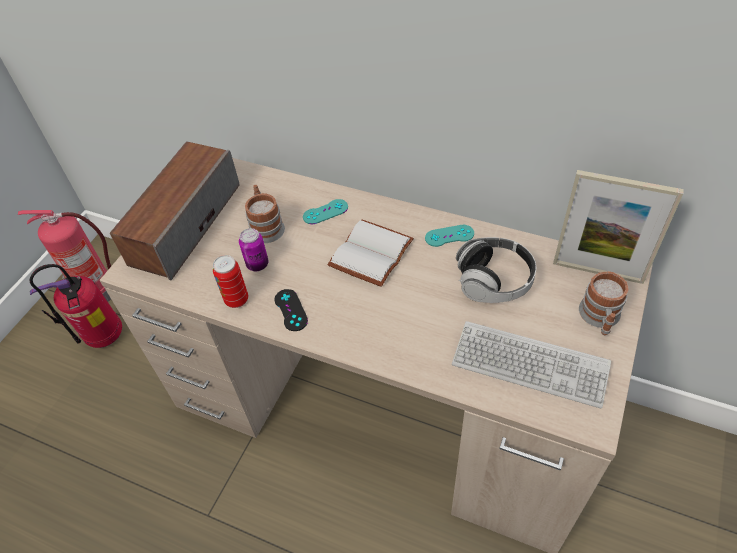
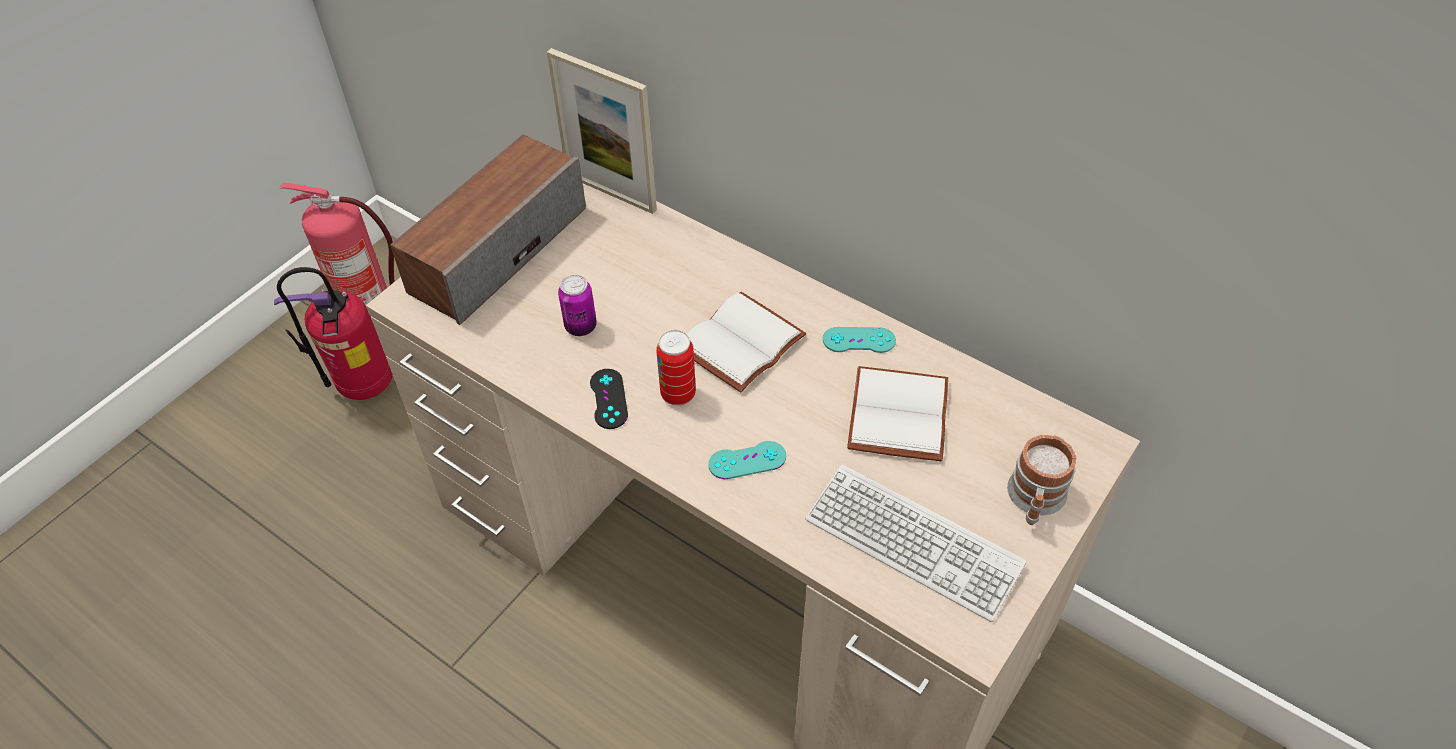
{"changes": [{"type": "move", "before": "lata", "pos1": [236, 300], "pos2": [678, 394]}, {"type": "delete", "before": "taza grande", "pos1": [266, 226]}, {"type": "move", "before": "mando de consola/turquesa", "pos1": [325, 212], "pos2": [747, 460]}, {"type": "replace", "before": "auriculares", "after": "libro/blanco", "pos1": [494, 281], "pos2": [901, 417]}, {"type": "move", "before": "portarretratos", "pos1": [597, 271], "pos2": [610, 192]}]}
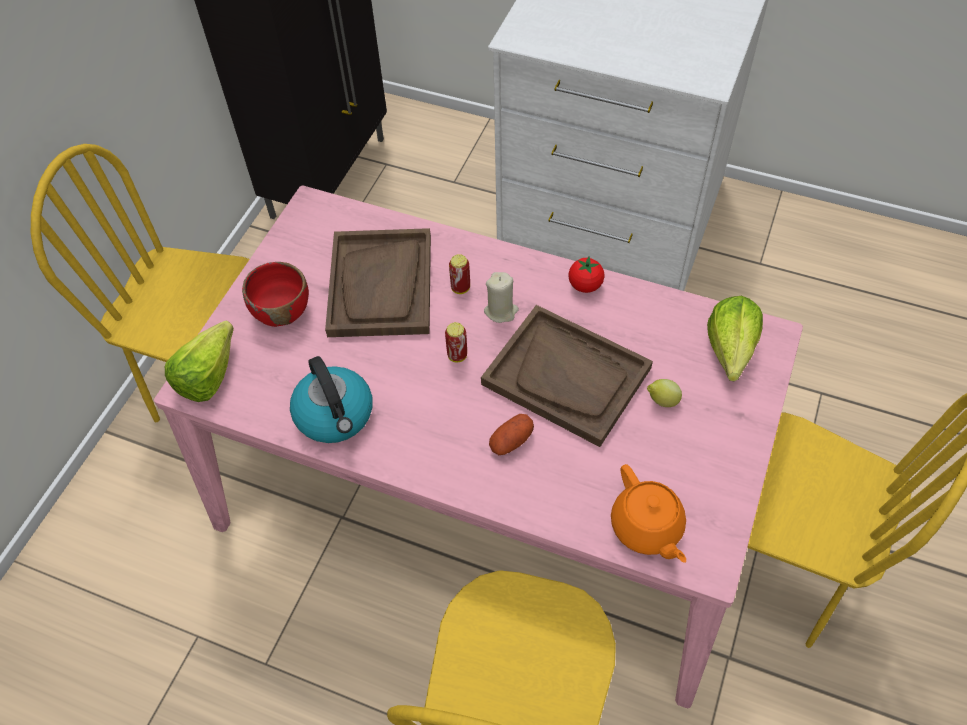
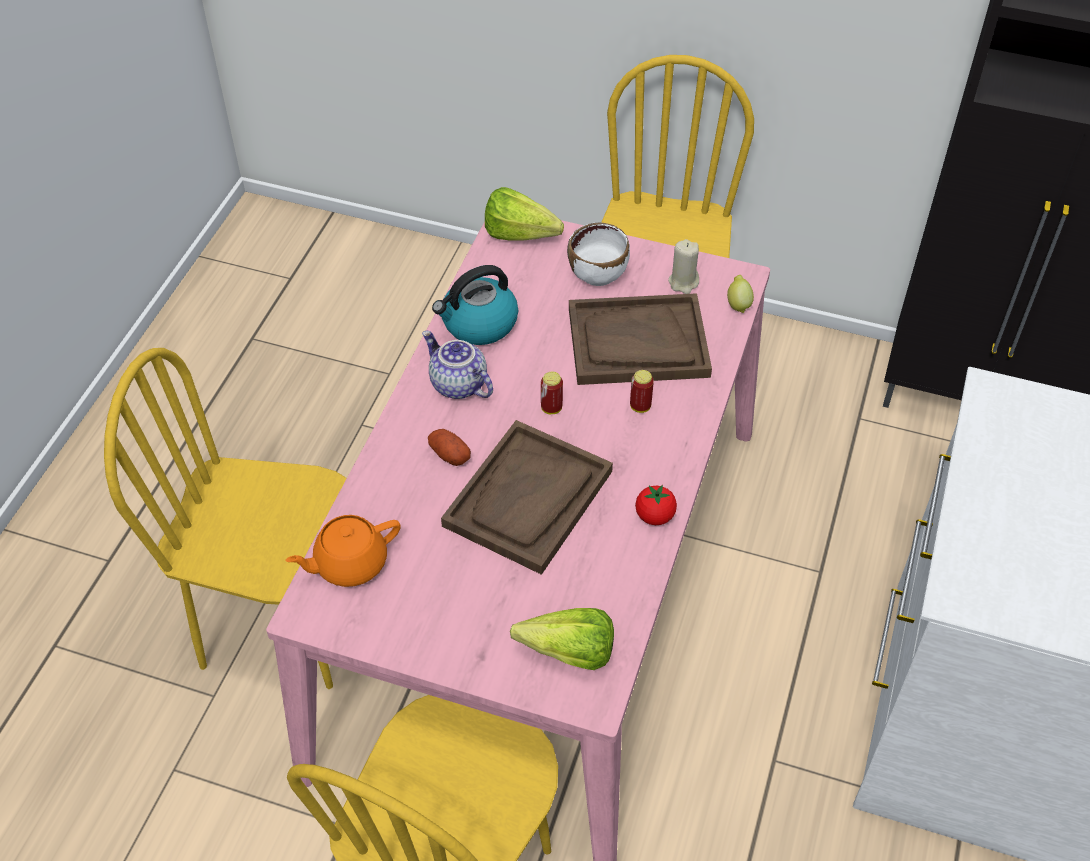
{"changes": [{"type": "recolor", "before": "cuenco/rojo", "after": "cuenco/blanco", "pos1": [282, 311], "pos2": [598, 273]}, {"type": "move", "before": "vela/beis", "pos1": [501, 311], "pos2": [683, 282]}, {"type": "move", "before": "limón", "pos1": [661, 401], "pos2": [738, 304]}, {"type": "insert", "after": "tetera", "pos2": [457, 385]}]}
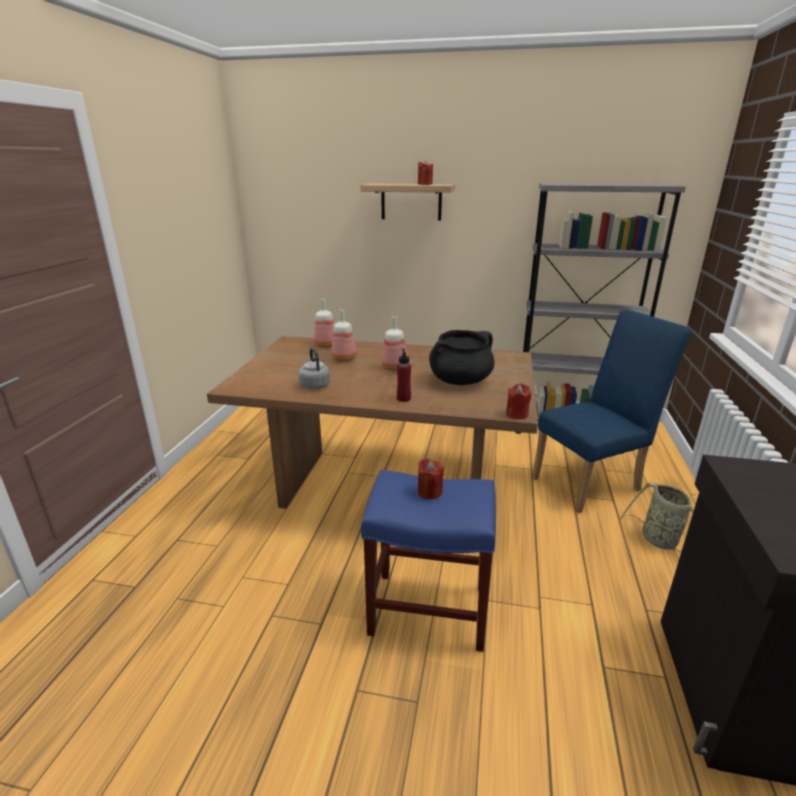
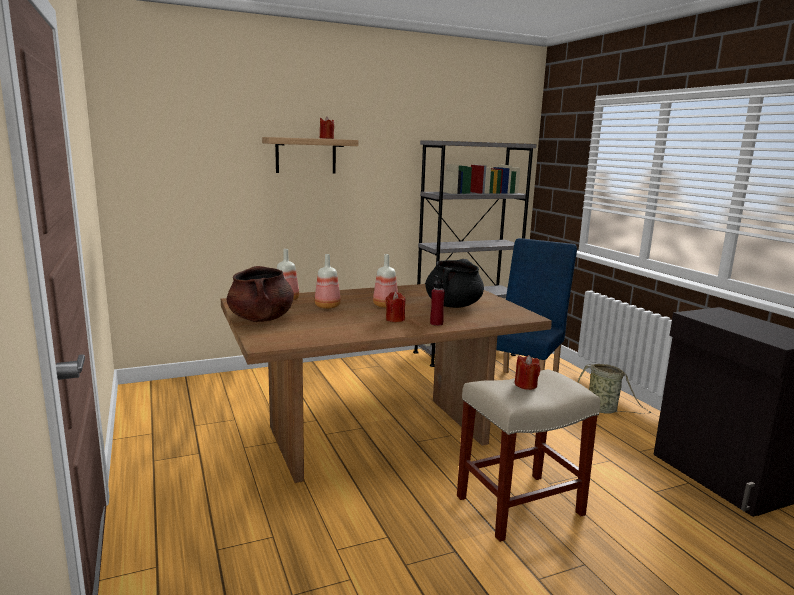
{"changes": [{"type": "delete", "before": "hervidor/gris", "pos1": [314, 385]}, {"type": "recolor", "before": "taburete/azul", "after": "taburete/beis", "pos1": [426, 609], "pos2": [518, 506]}, {"type": "move", "before": "vela/rojo", "pos1": [517, 414], "pos2": [395, 319]}, {"type": "insert", "after": "olla/marrón", "pos2": [261, 319]}]}
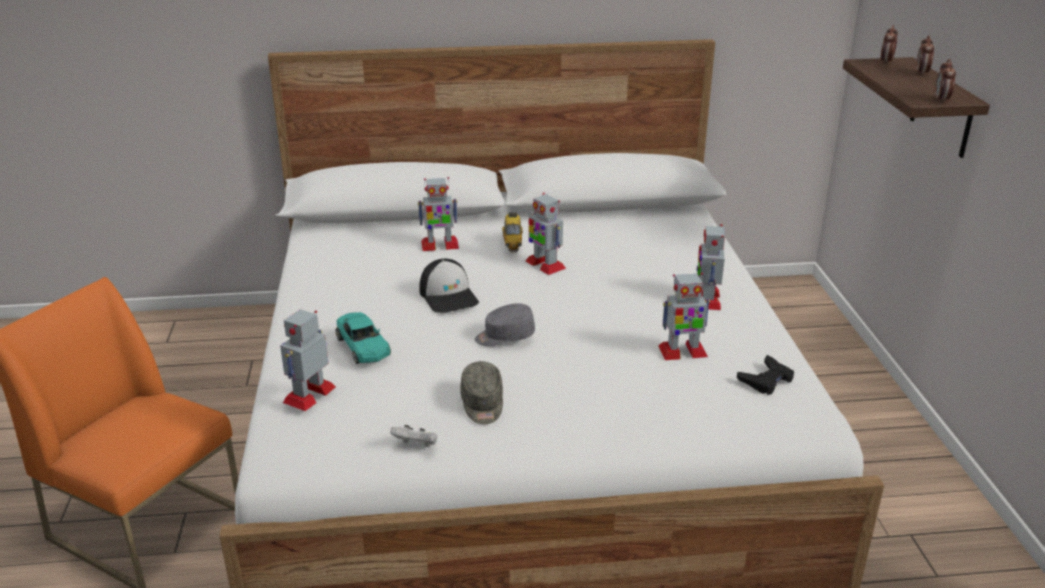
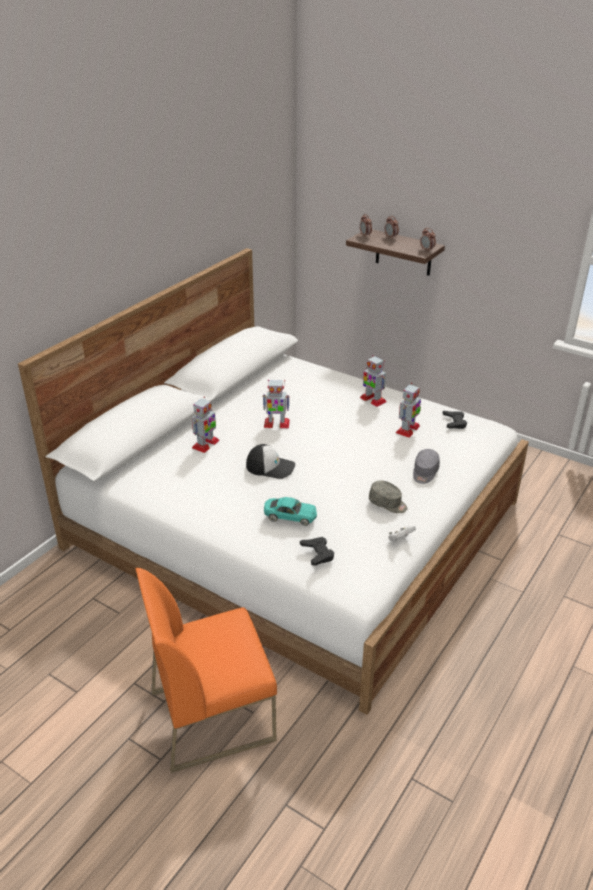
{"changes": [{"type": "replace", "before": "robot de juguete", "after": "mando de consola/negro", "pos1": [309, 394], "pos2": [317, 553]}, {"type": "move", "before": "gorra/gris", "pos1": [504, 336], "pos2": [425, 472]}, {"type": "delete", "before": "coche de juguete", "pos1": [512, 244]}]}
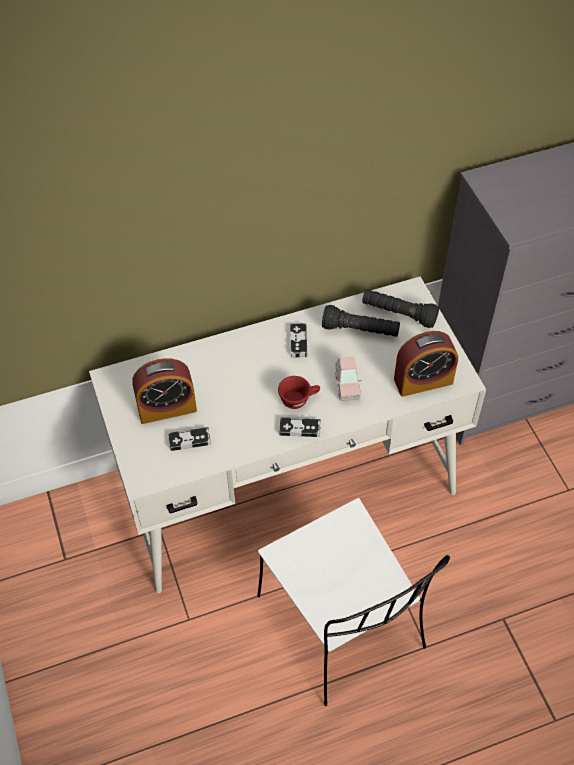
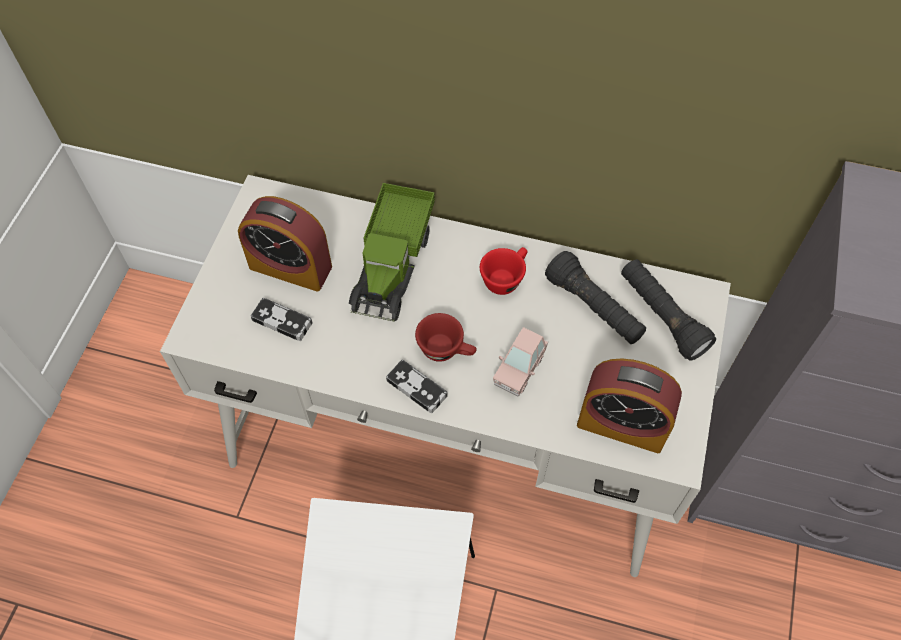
{"changes": [{"type": "replace", "before": "mando de consola", "after": "taza/rojo", "pos1": [298, 342], "pos2": [505, 278]}, {"type": "insert", "after": "camión de juguete", "pos2": [393, 263]}]}
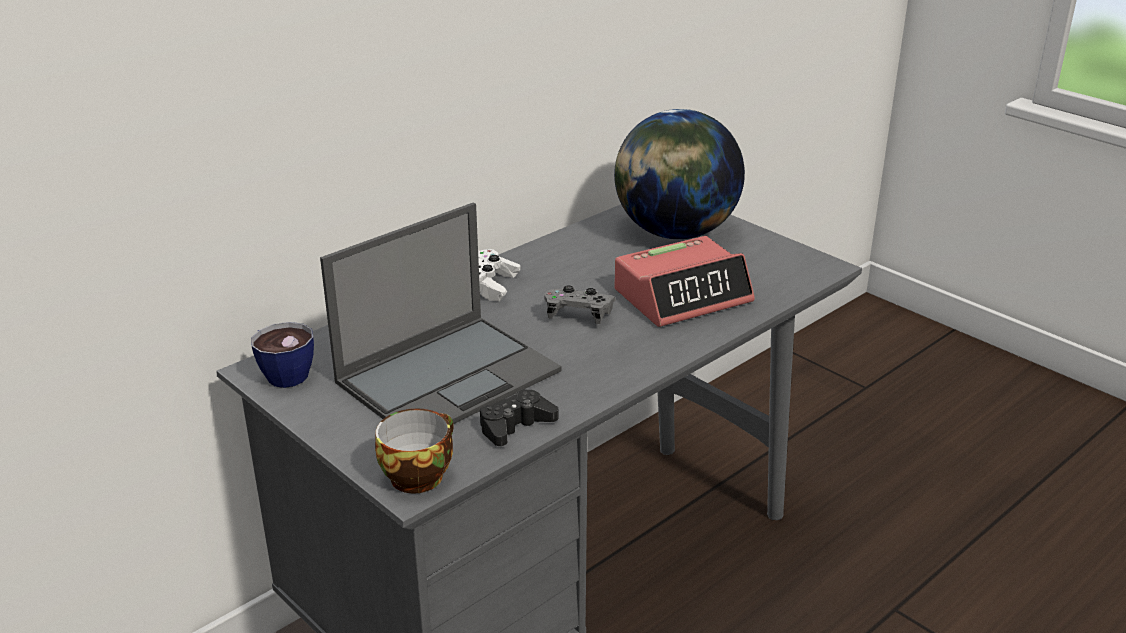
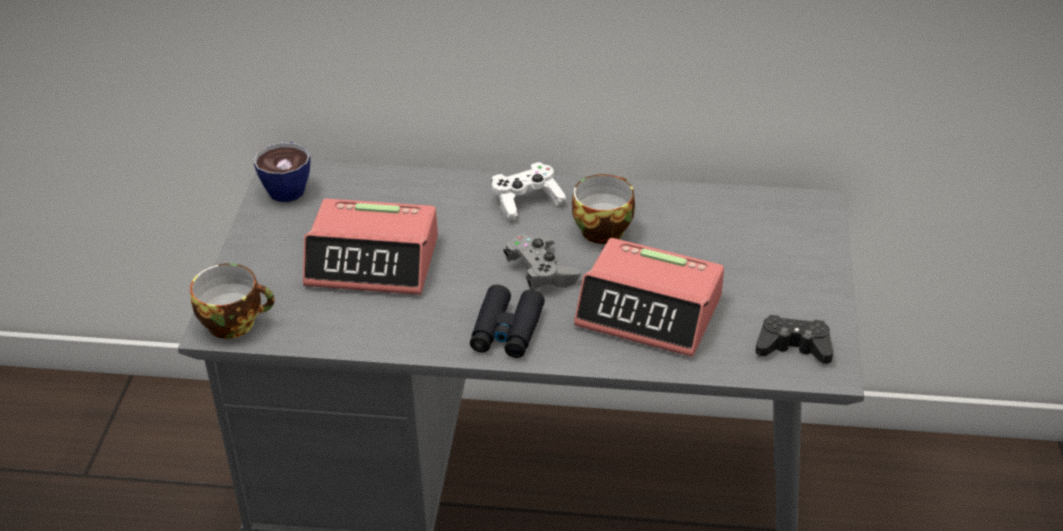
{"changes": [{"type": "replace", "before": "portátil", "after": "despertador", "pos1": [450, 375], "pos2": [373, 261]}, {"type": "move", "before": "mando de consola/negro", "pos1": [515, 426], "pos2": [793, 347]}, {"type": "delete", "before": "globo terráqueo", "pos1": [675, 232]}, {"type": "insert", "after": "prismáticos/negro", "pos2": [506, 330]}, {"type": "insert", "after": "taza", "pos2": [603, 228]}]}
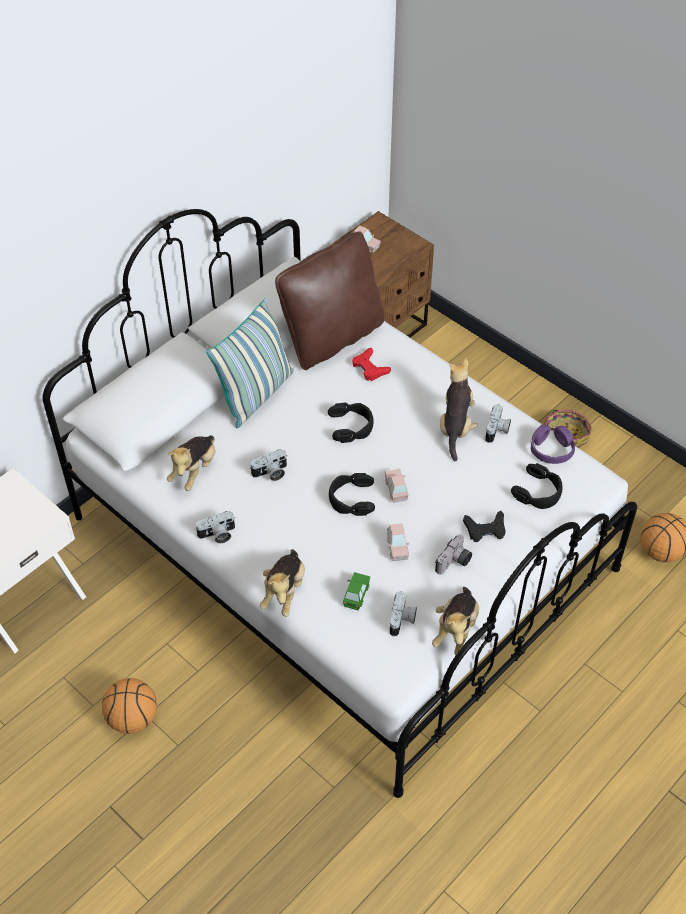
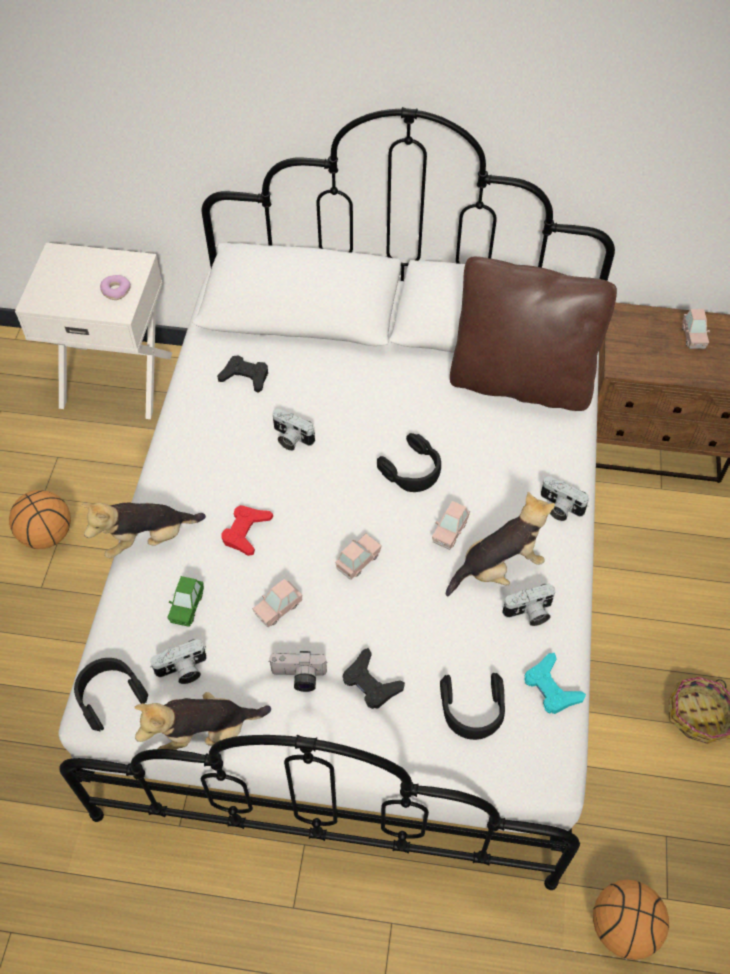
{"changes": [{"type": "replace", "before": "peluche", "after": "mando de consola/negro", "pos1": [194, 470], "pos2": [245, 377]}, {"type": "move", "before": "cámara", "pos1": [217, 535], "pos2": [559, 507]}, {"type": "delete", "before": "cojín", "pos1": [256, 395]}, {"type": "move", "before": "auriculares/negro", "pos1": [351, 499], "pos2": [109, 695]}, {"type": "rotate", "before": "coche de juguete/verde", "pos1": [356, 595], "pos2": [187, 607], "turn": 120}, {"type": "move", "before": "mando de consola/rojo", "pos1": [370, 368], "pos2": [246, 532]}, {"type": "replace", "before": "auriculares/morado", "after": "mando de consola/turquesa", "pos1": [551, 449], "pos2": [551, 688]}, {"type": "insert", "after": "rosquilla", "pos2": [116, 291]}, {"type": "insert", "after": "coche de juguete/rosa", "pos2": [450, 531]}]}
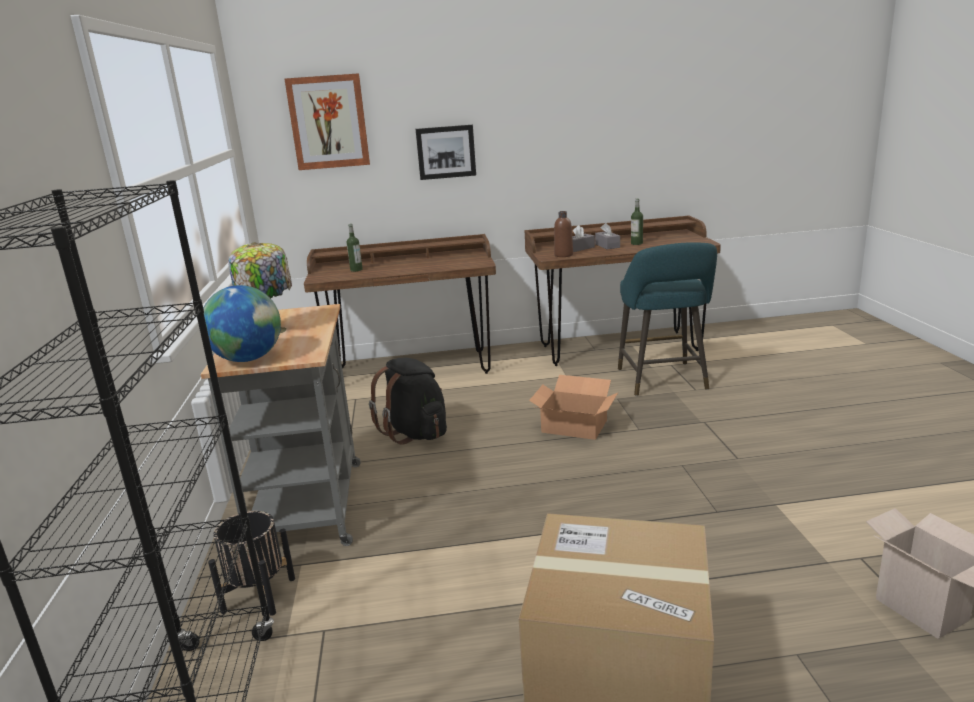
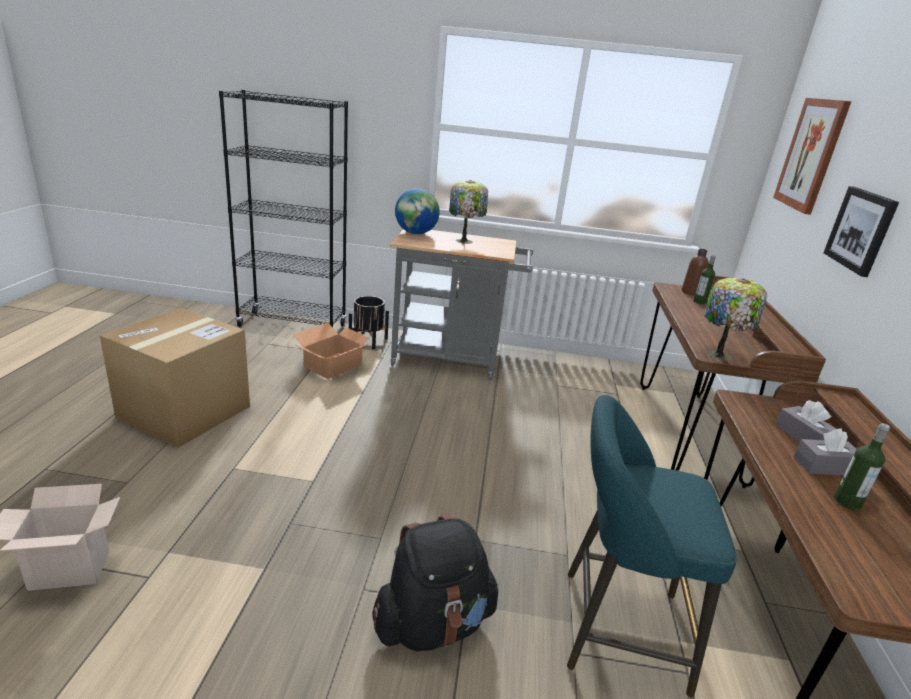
{"changes": [{"type": "move", "before": "mochila/negro", "pos1": [415, 433], "pos2": [433, 624]}, {"type": "move", "before": "caja de cartón", "pos1": [574, 426], "pos2": [334, 365]}, {"type": "move", "before": "botella/marrón", "pos1": [563, 255], "pos2": [690, 292]}, {"type": "insert", "after": "lámpara de mesa", "pos2": [720, 355]}]}
